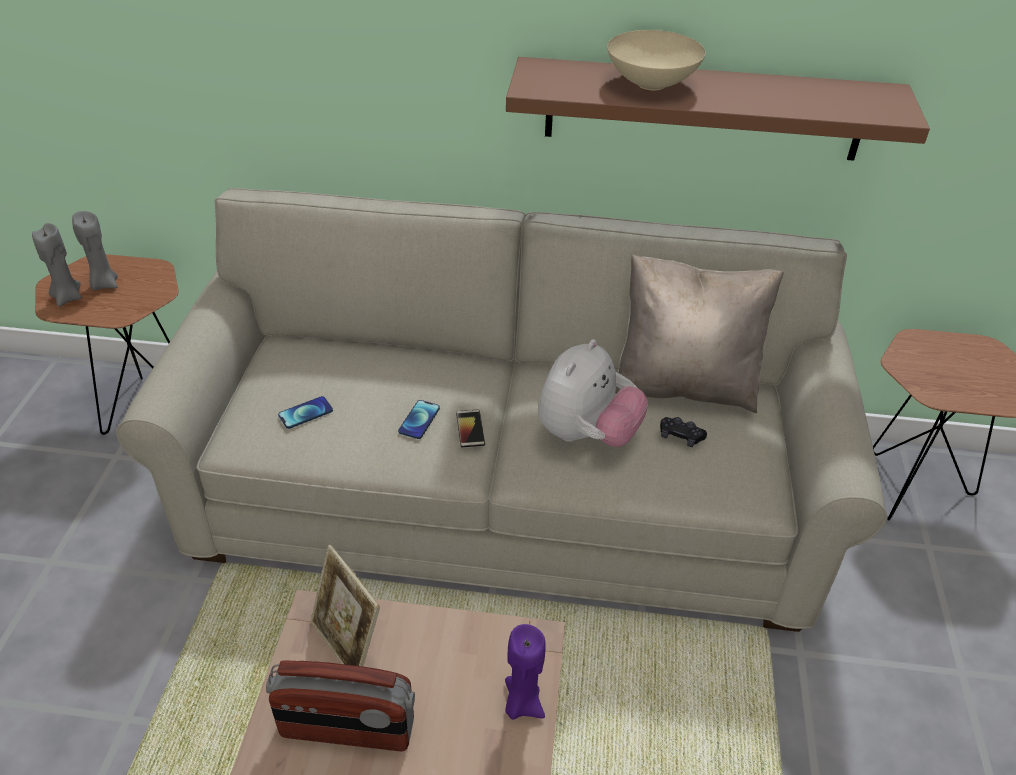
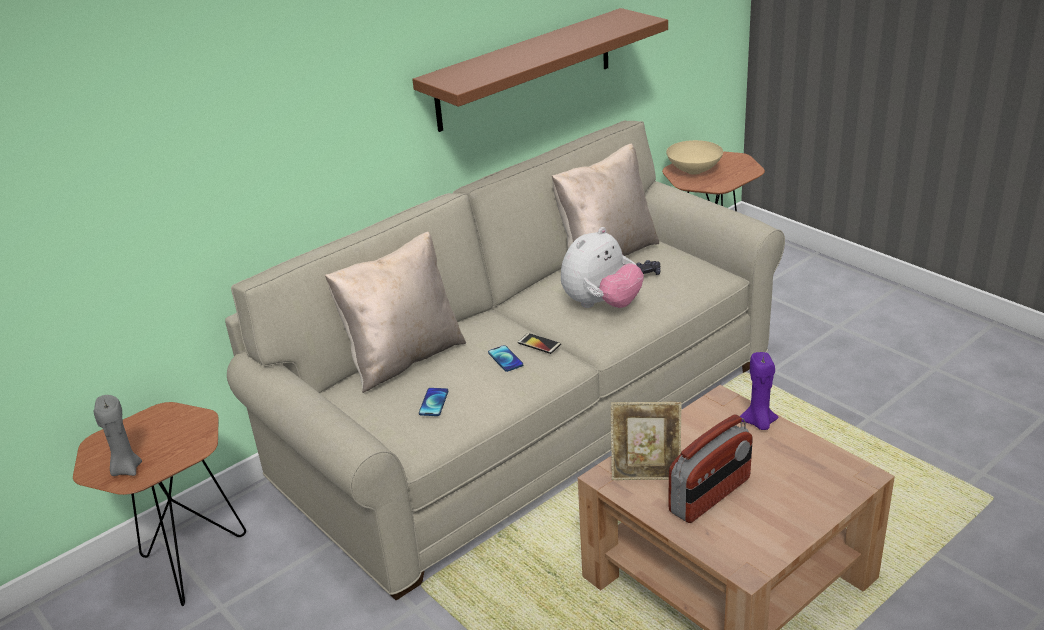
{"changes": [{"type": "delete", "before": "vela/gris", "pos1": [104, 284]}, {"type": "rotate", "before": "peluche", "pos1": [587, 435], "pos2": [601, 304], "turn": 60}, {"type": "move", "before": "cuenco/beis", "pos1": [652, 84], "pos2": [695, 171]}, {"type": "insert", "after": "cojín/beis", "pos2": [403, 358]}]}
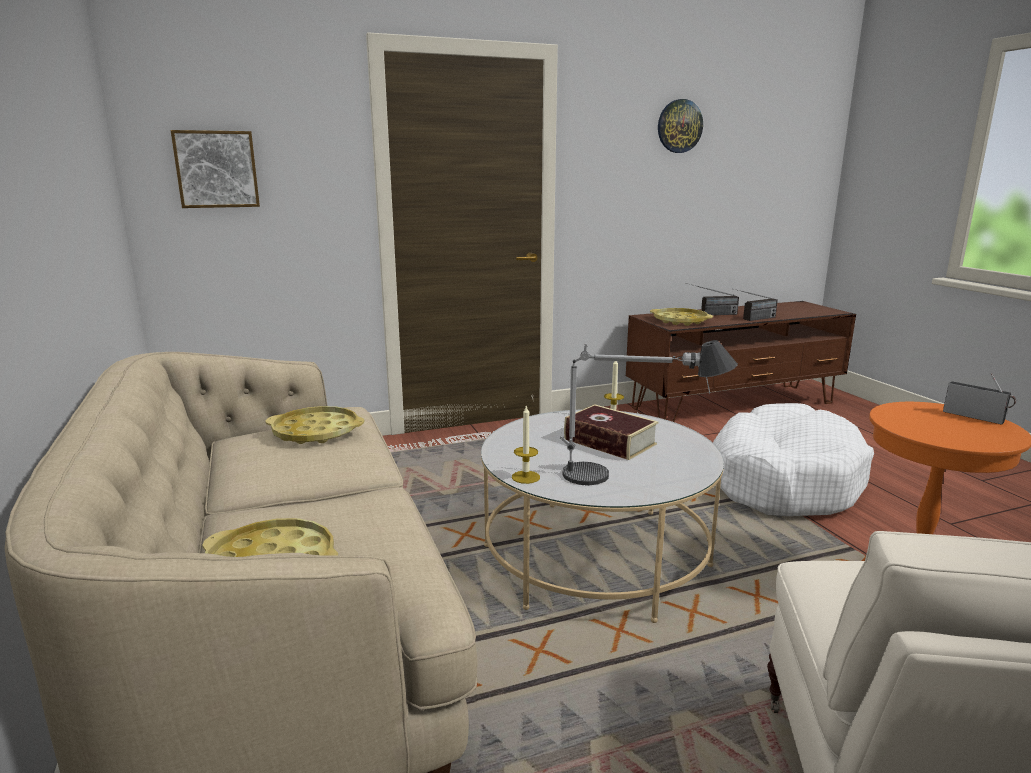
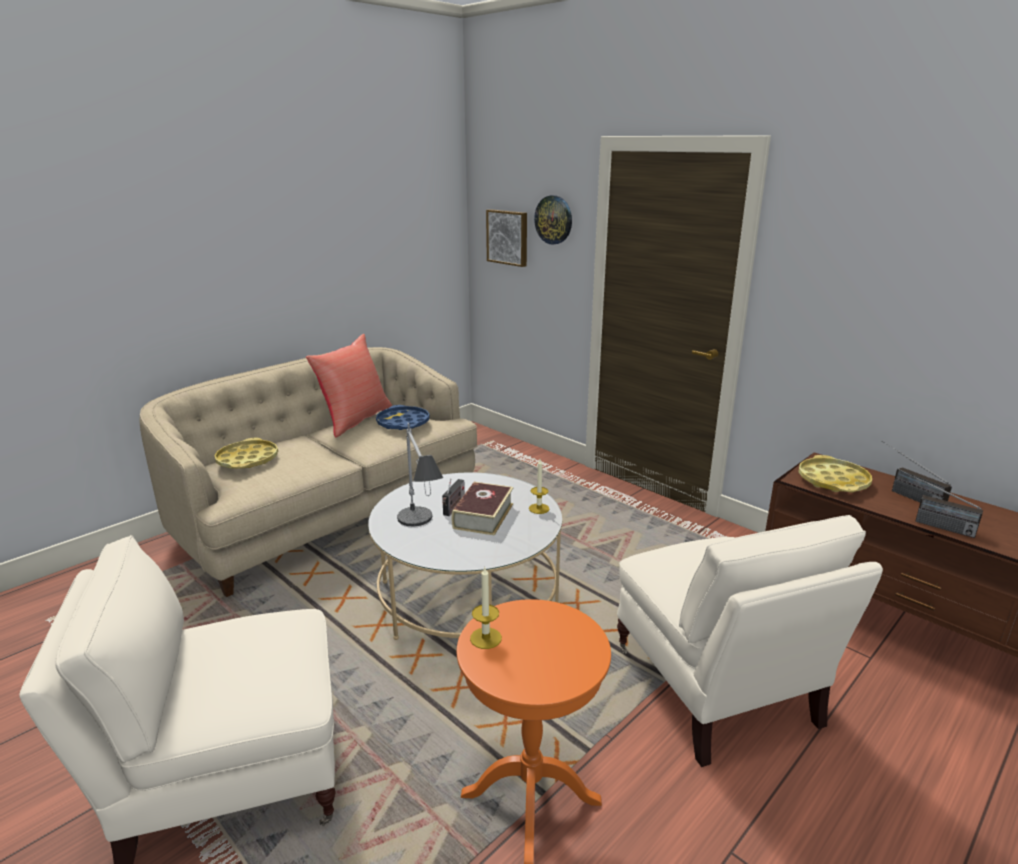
{"changes": [{"type": "recolor", "before": "bandeja/amarillo", "after": "bandeja/azul", "pos1": [316, 432], "pos2": [403, 423]}, {"type": "move", "before": "vela", "pos1": [525, 477], "pos2": [485, 638]}, {"type": "move", "before": "reloj de pared", "pos1": [679, 126], "pos2": [554, 220]}, {"type": "replace", "before": "cama para perro/blanco", "after": "sillón/beis", "pos1": [783, 480], "pos2": [716, 689]}, {"type": "move", "before": "radio", "pos1": [976, 417], "pos2": [453, 508]}, {"type": "insert", "after": "cojín/rojo", "pos2": [355, 419]}]}
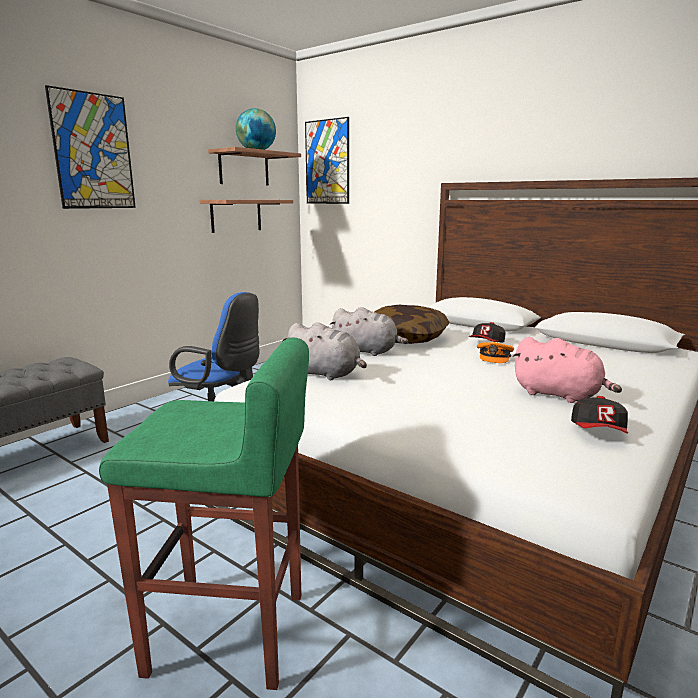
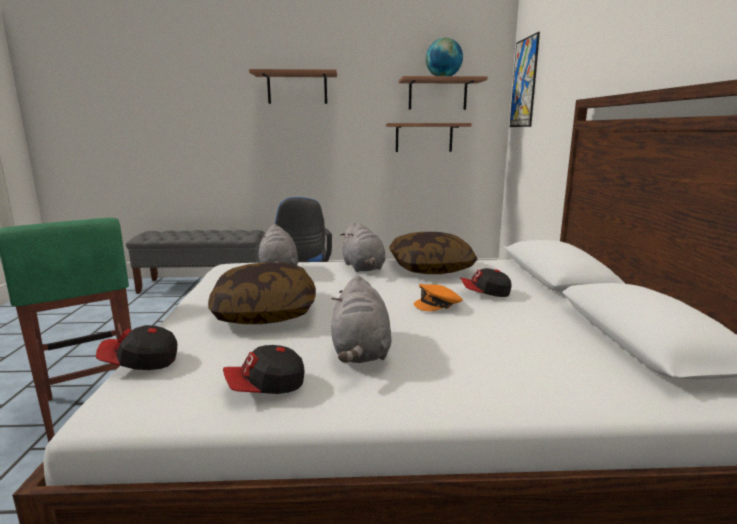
{"changes": [{"type": "replace", "before": "cuadro", "after": "estante", "pos1": [93, 151], "pos2": [297, 88]}, {"type": "recolor", "before": "peluche/rosa", "after": "peluche/gris", "pos1": [559, 395], "pos2": [360, 352]}, {"type": "insert", "after": "gorra", "pos2": [140, 362]}, {"type": "insert", "after": "cojín", "pos2": [265, 312]}]}
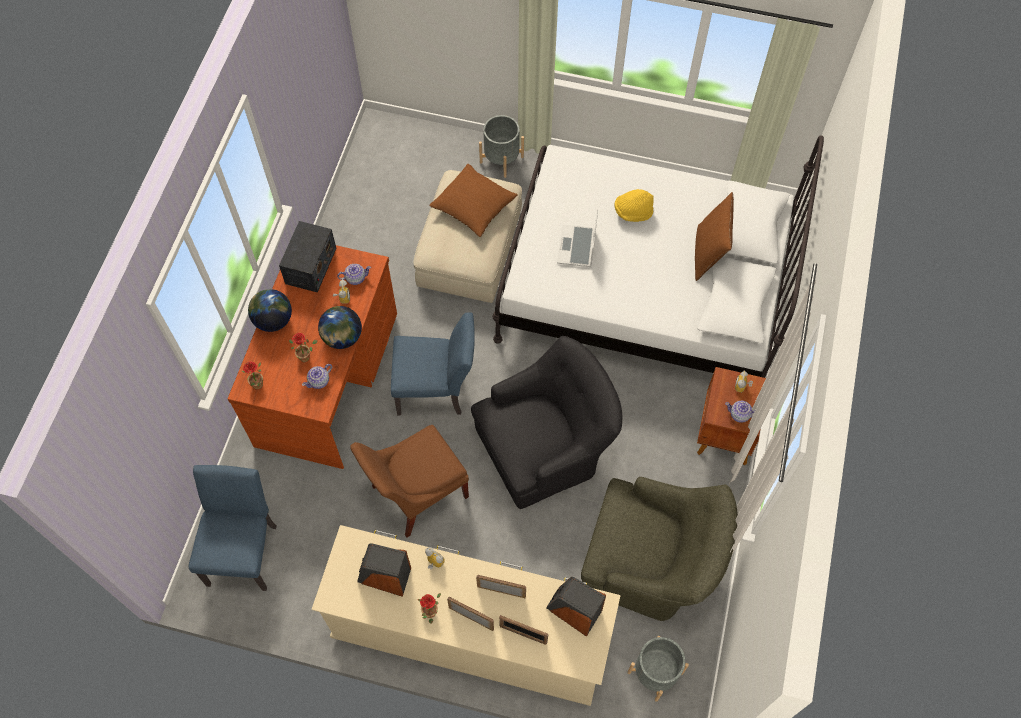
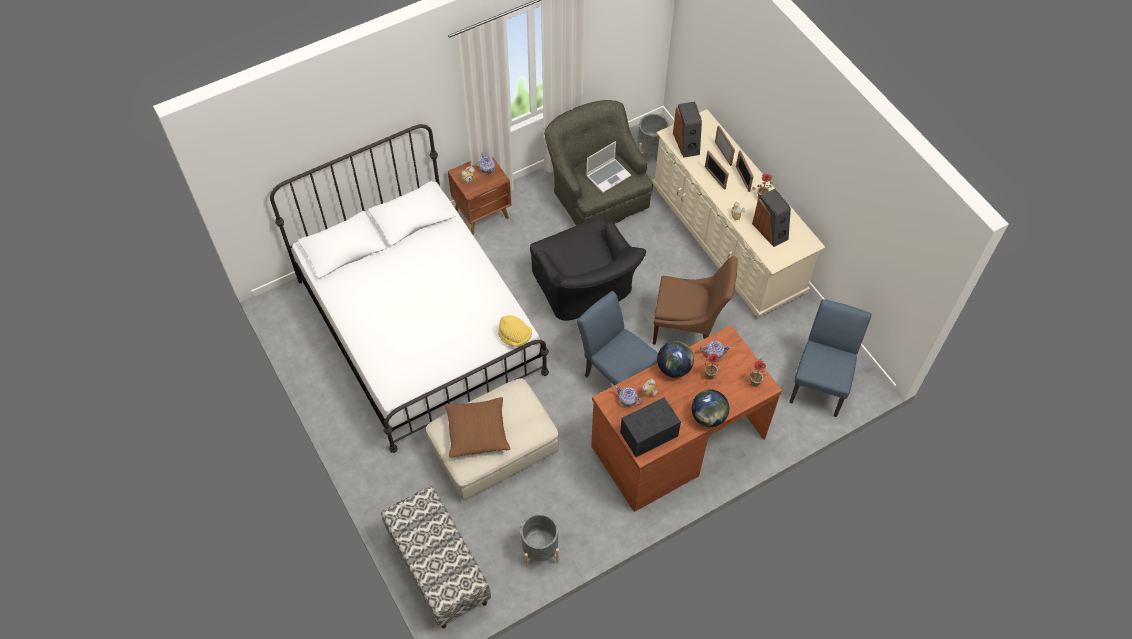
{"changes": [{"type": "rotate", "before": "silla/azul", "pos1": [244, 548], "pos2": [820, 382], "turn": 150}, {"type": "rotate", "before": "sillón/negro", "pos1": [546, 445], "pos2": [585, 290], "turn": -135}, {"type": "move", "before": "maceta/gris", "pos1": [501, 159], "pos2": [540, 549]}, {"type": "move", "before": "portátil", "pos1": [577, 247], "pos2": [608, 175]}, {"type": "move", "before": "sombrero/amarillo", "pos1": [633, 212], "pos2": [515, 336]}, {"type": "delete", "before": "cojín/marrón", "pos1": [708, 253]}, {"type": "insert", "after": "banco", "pos2": [438, 568]}]}
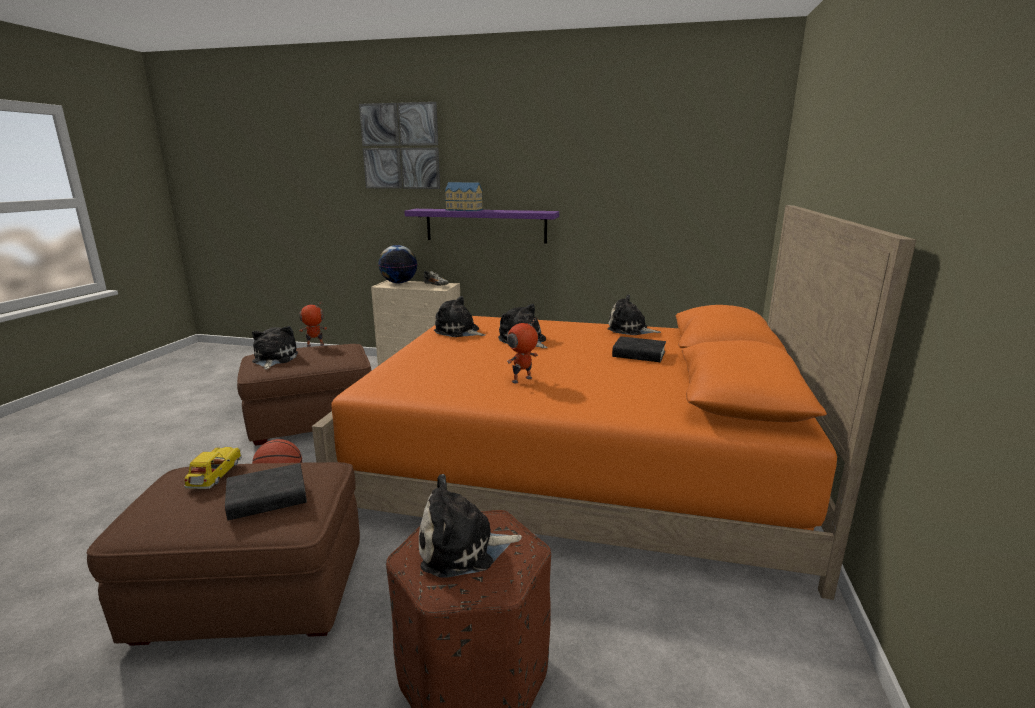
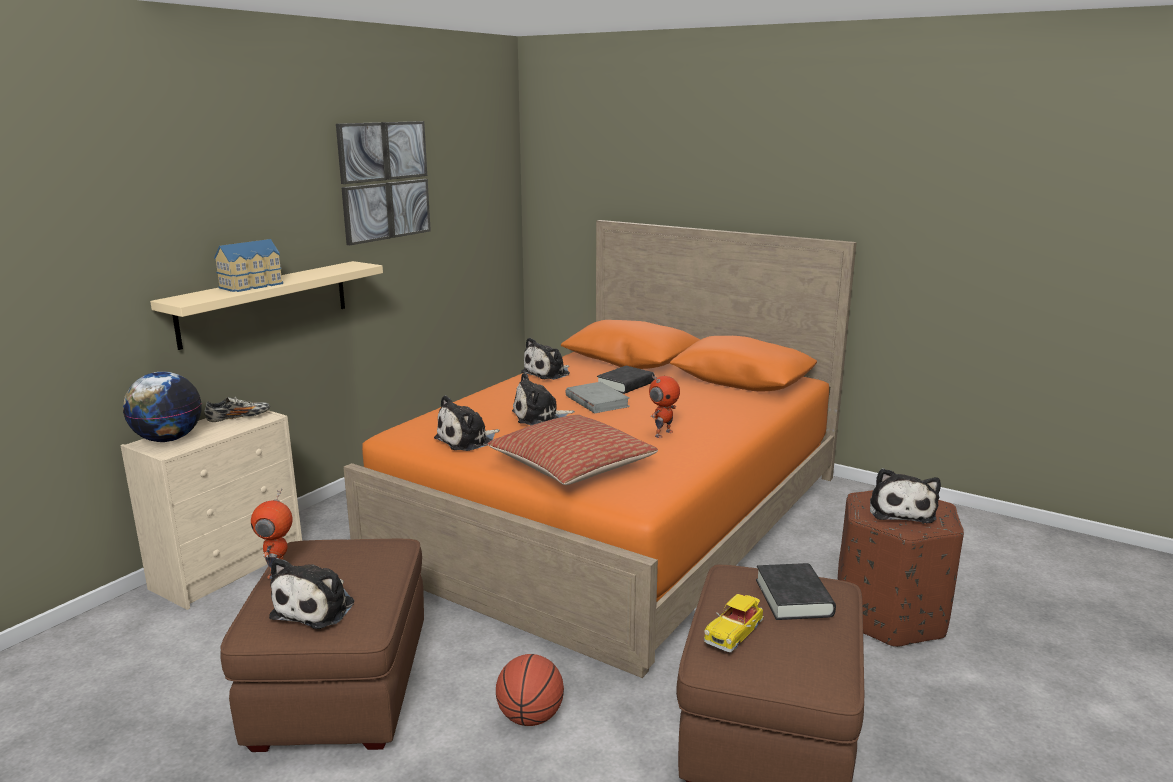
{"changes": [{"type": "rotate", "before": "coche de juguete", "pos1": [214, 475], "pos2": [734, 632], "turn": -75}, {"type": "rotate", "before": "peluche", "pos1": [273, 359], "pos2": [317, 608], "turn": -90}, {"type": "move", "before": "cuadro", "pos1": [400, 146], "pos2": [384, 181]}, {"type": "recolor", "before": "estante/morado", "after": "estante/beis", "pos1": [485, 225], "pos2": [265, 303]}, {"type": "rotate", "before": "robot de juguete", "pos1": [522, 380], "pos2": [662, 434], "turn": -120}, {"type": "insert", "after": "cojín", "pos2": [572, 467]}, {"type": "insert", "after": "libro/gris", "pos2": [597, 401]}]}
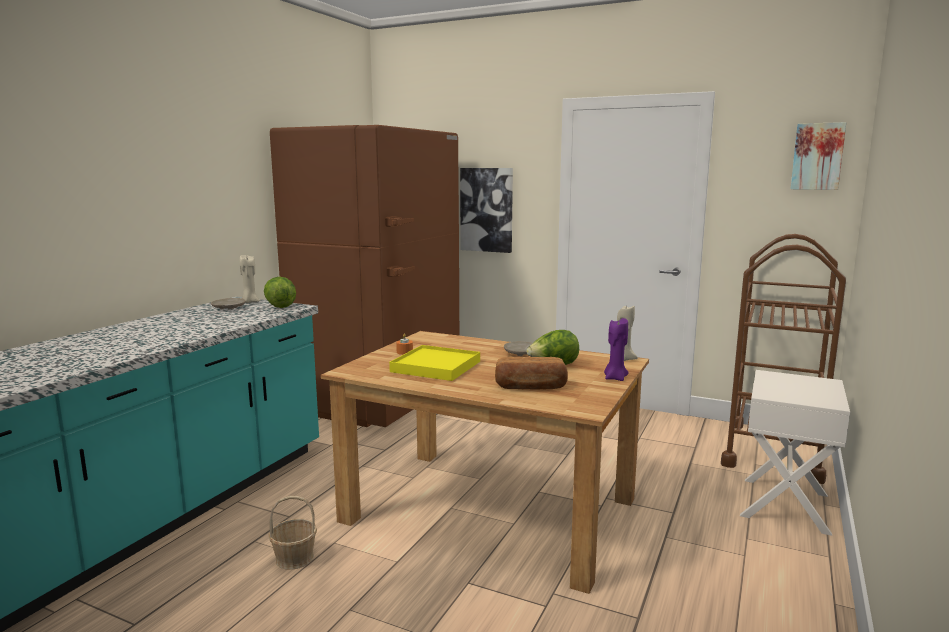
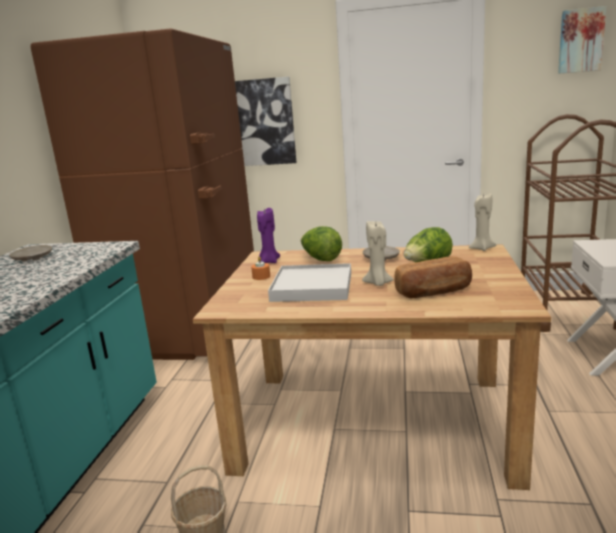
{"changes": [{"type": "move", "before": "vela/beis", "pos1": [250, 302], "pos2": [378, 283]}, {"type": "move", "before": "lechuga", "pos1": [280, 306], "pos2": [321, 259]}, {"type": "recolor", "before": "bandeja/amarillo", "after": "bandeja/blanco", "pos1": [436, 366], "pos2": [312, 287]}, {"type": "move", "before": "vela/morado", "pos1": [615, 378], "pos2": [269, 261]}]}
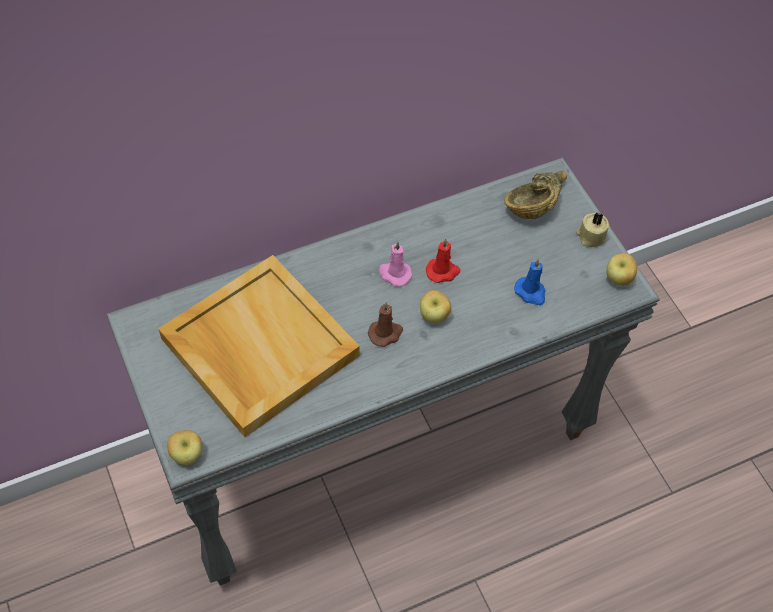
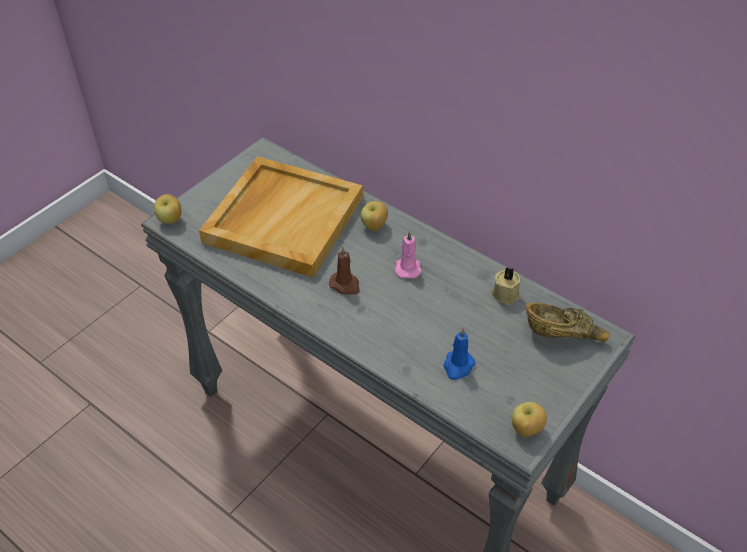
{"changes": [{"type": "move", "before": "manzana", "pos1": [434, 316], "pos2": [374, 226]}, {"type": "delete", "before": "vela/rojo", "pos1": [443, 271]}, {"type": "move", "before": "vela/beis", "pos1": [590, 236], "pos2": [505, 293]}]}
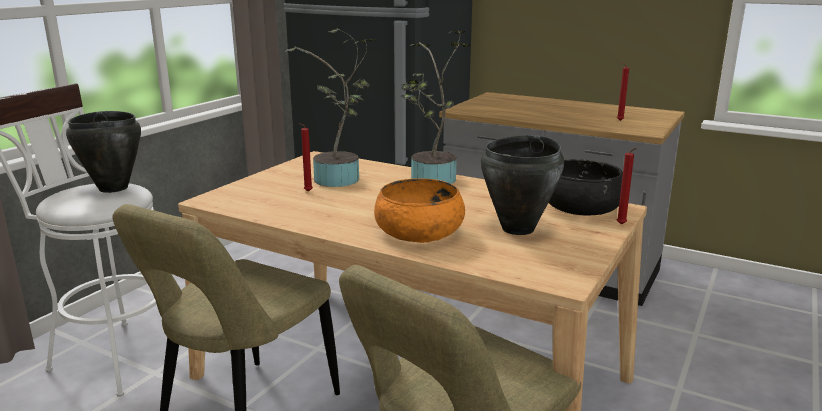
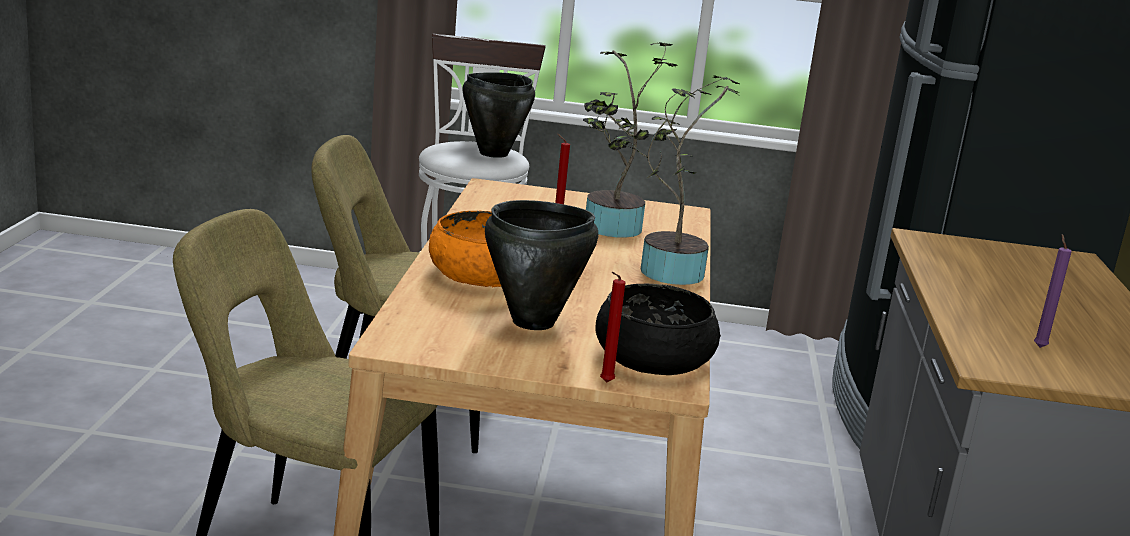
{"changes": [{"type": "recolor", "before": "vela/rojo", "after": "vela/morado", "pos1": [618, 120], "pos2": [1039, 346]}]}
